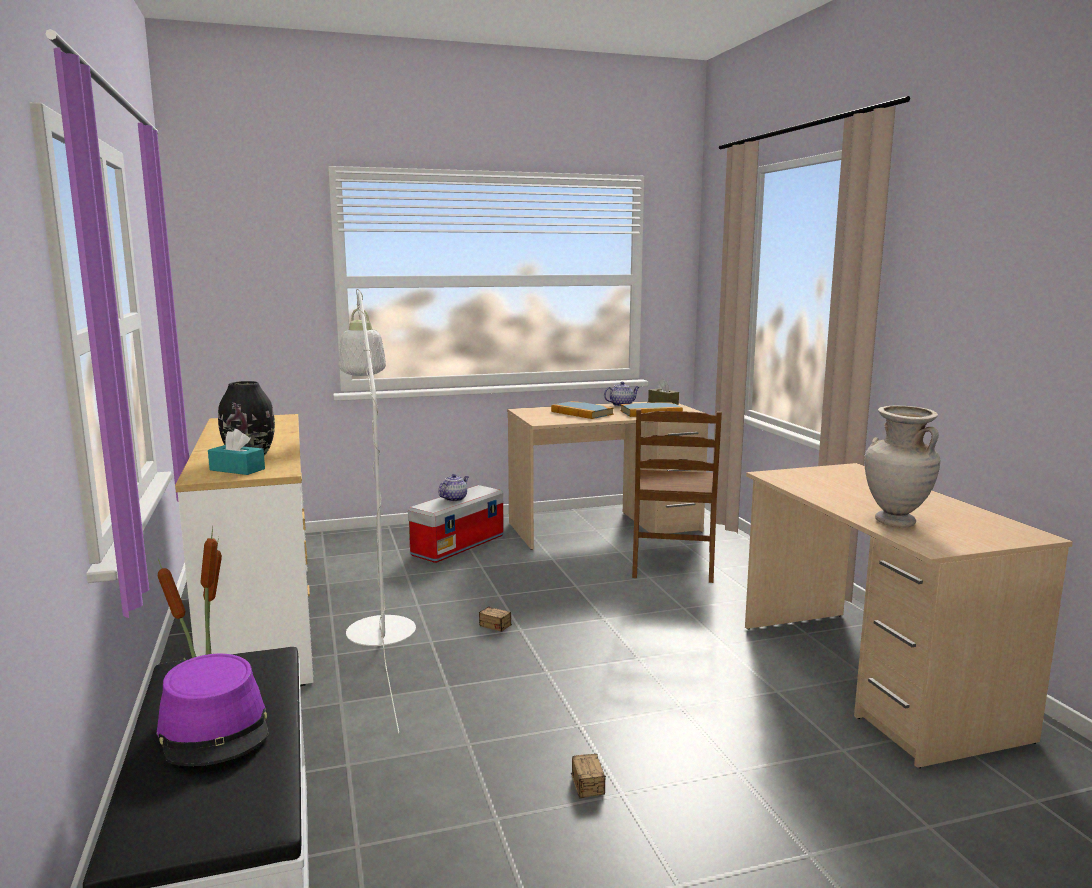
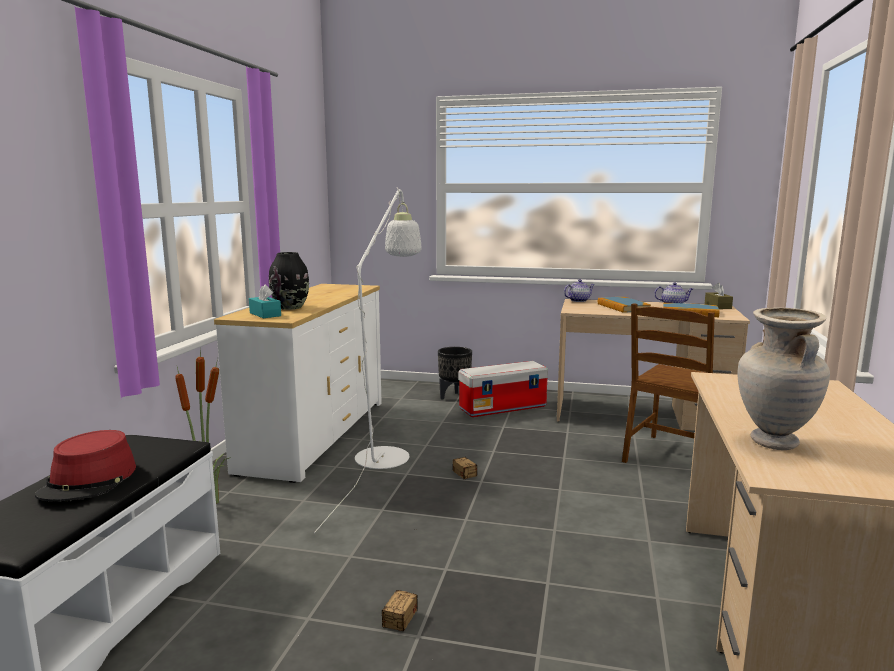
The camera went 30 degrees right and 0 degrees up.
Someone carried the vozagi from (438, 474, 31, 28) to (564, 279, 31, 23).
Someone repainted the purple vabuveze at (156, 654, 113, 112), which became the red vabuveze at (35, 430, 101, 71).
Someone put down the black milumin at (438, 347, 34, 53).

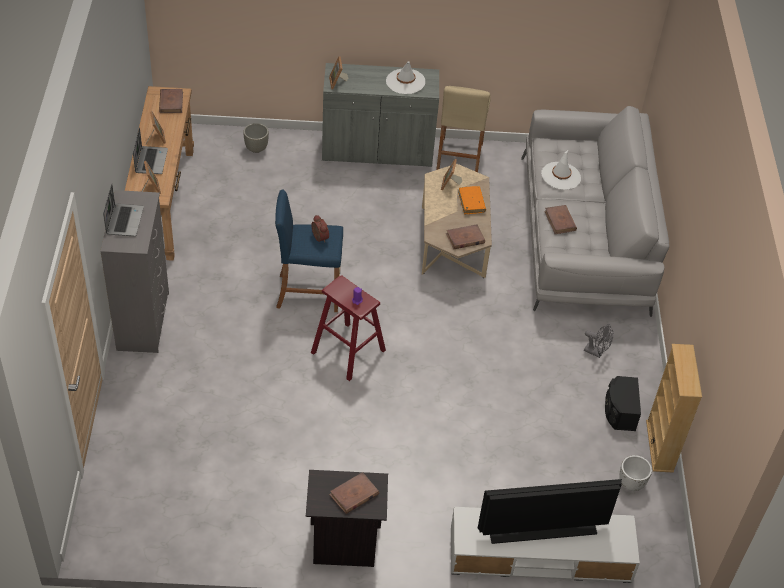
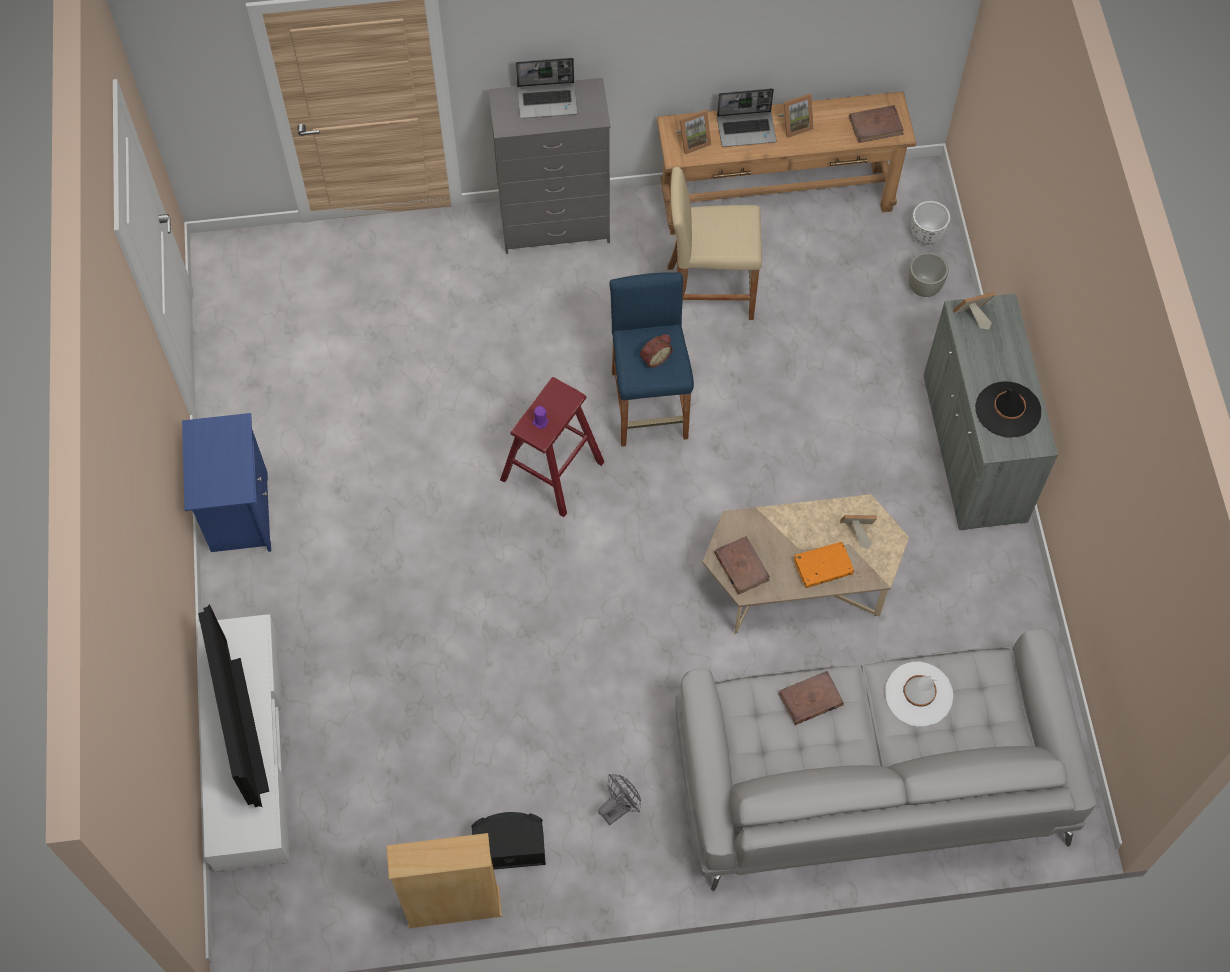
The camera went 85 degrees right and 15 degrees up.
Someone repainted the white vabuveze at (386, 61, 39, 33), which became the black vabuveze at (975, 381, 66, 56).
Someone carried the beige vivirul from (436, 86, 55, 86) to (668, 166, 94, 154).
Someone rotated the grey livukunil at (584, 324, 29, 34) by 150 degrees counterclockwise.
Someone carried the white milumin from (619, 455, 33, 36) to (911, 201, 40, 44).
Someone repainted the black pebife at (306, 470, 82, 97), which became the blue pebife at (182, 413, 89, 139).
Someone took away the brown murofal at (329, 472, 50, 42).

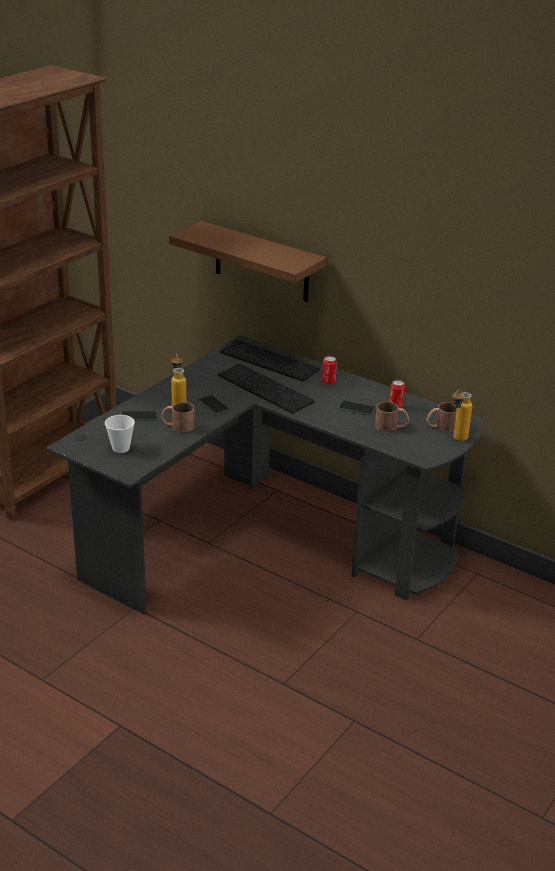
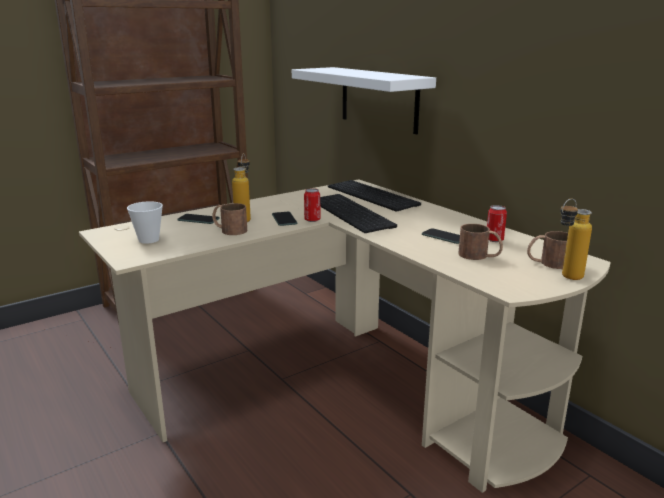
The camera went 20 degrees right and 10 degrees down.
Someone repainted the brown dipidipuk at (169, 221, 158, 81), which became the white dipidipuk at (292, 67, 144, 67).
Someone repainted the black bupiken at (46, 335, 437, 279), which became the beige bupiken at (79, 179, 532, 314).
Someone carried the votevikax from (322, 356, 15, 28) to (304, 188, 16, 34).

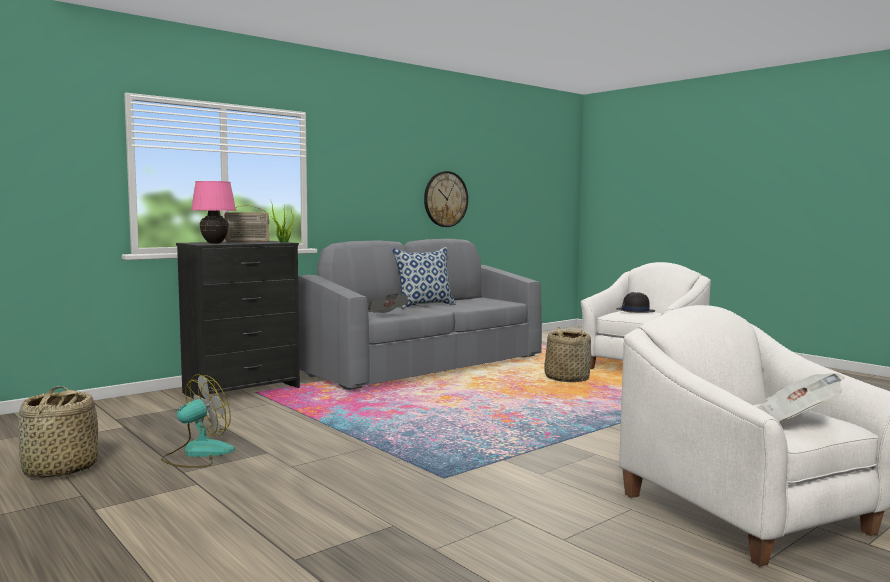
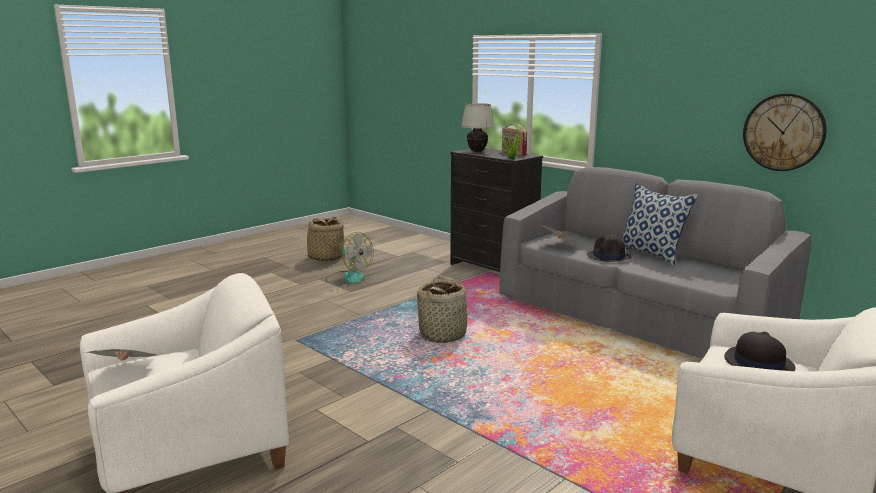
The camera went 85 degrees right and 10 degrees up.
Someone repainted the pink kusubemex at (191, 181, 45, 62), which became the white kusubemex at (461, 103, 33, 49).
Someone carried the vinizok from (544, 327, 47, 55) to (417, 276, 54, 67).
Someone put down the black vabuveze at (587, 235, 44, 27).

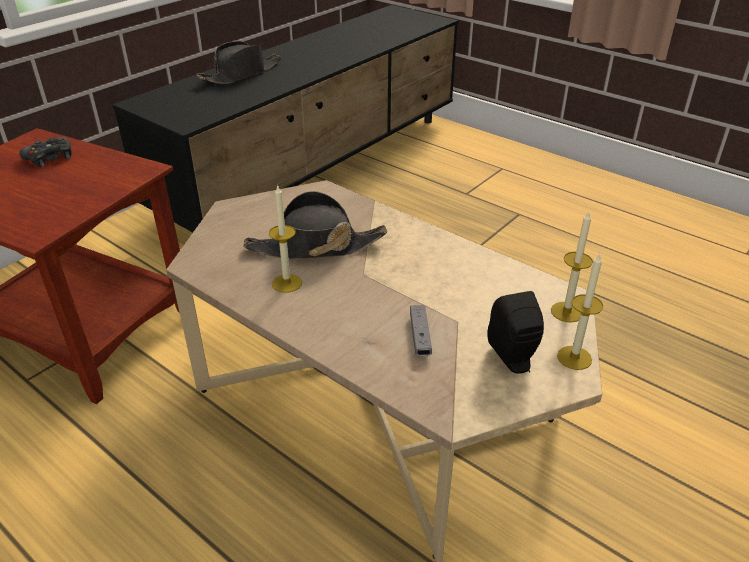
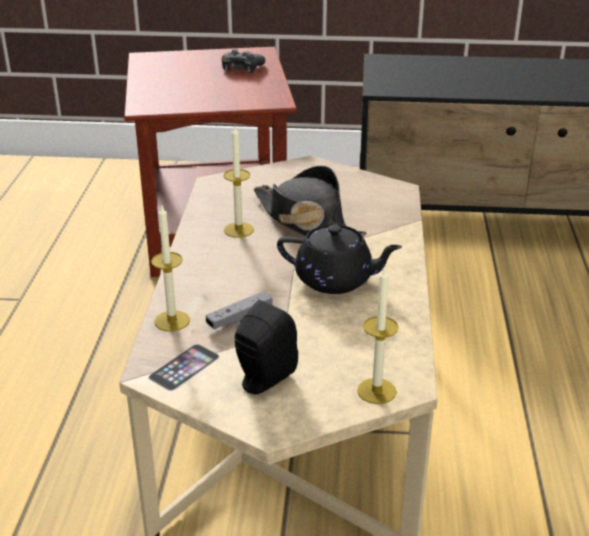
The camera went 55 degrees right and 5 degrees down.
Someone took away the black vabuveze at (197, 41, 84, 43).
Someone carried the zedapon from (557, 253, 46, 117) to (151, 206, 39, 126).
Someone put down the black vozagi at (277, 225, 125, 69).
Someone put down the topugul at (149, 344, 70, 47).

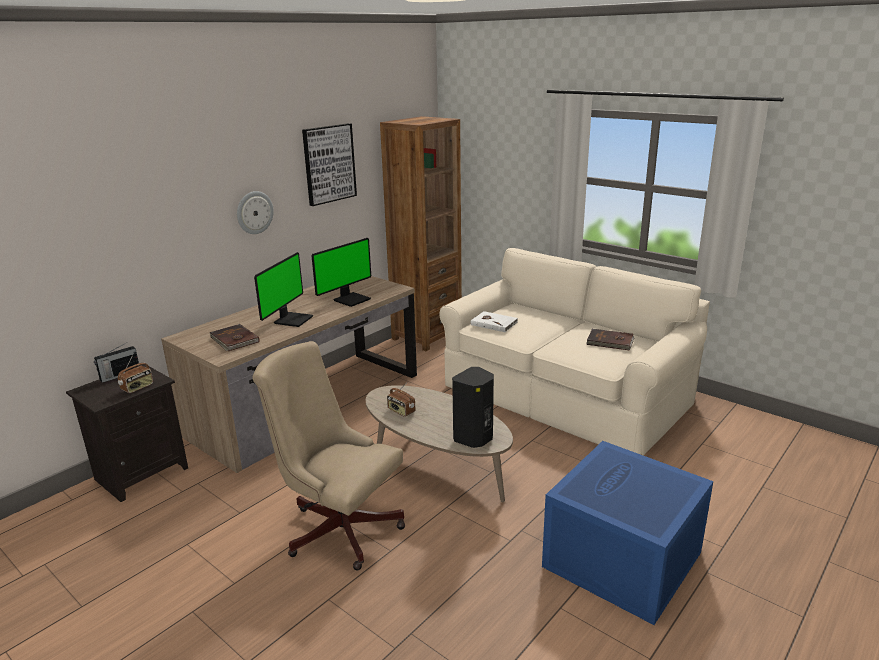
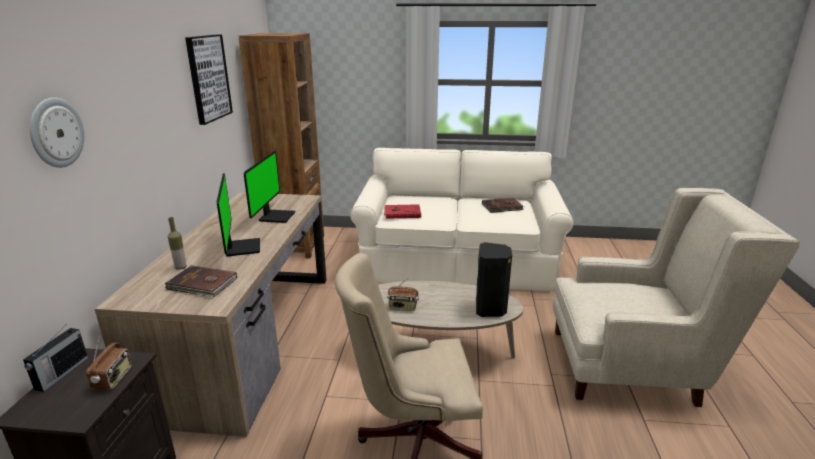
The camera went 35 degrees left and 0 degrees up.
Someone carried the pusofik from (237, 191, 37, 43) to (30, 97, 54, 71).
Someone repainted the white murofal at (471, 311, 47, 21), which became the red murofal at (384, 204, 37, 15).
Someone swapped the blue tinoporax at (542, 441, 171, 184) for the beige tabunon at (553, 188, 247, 219).
Someone put down the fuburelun at (168, 217, 19, 53).

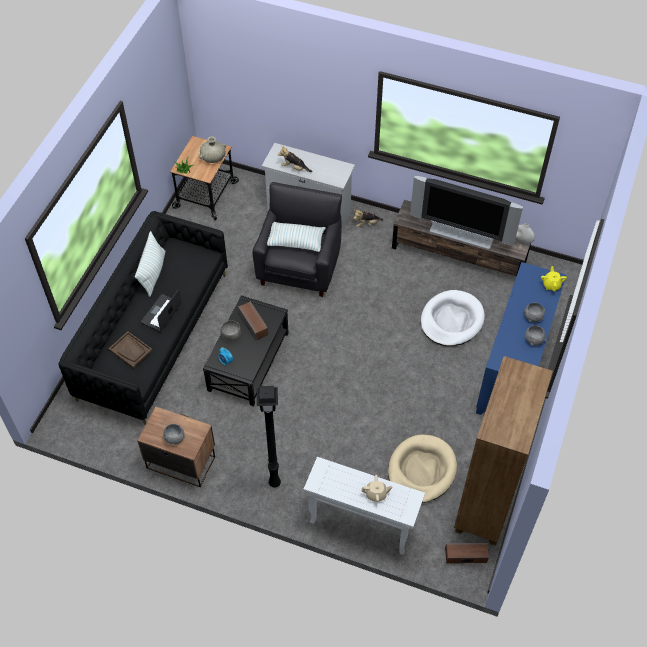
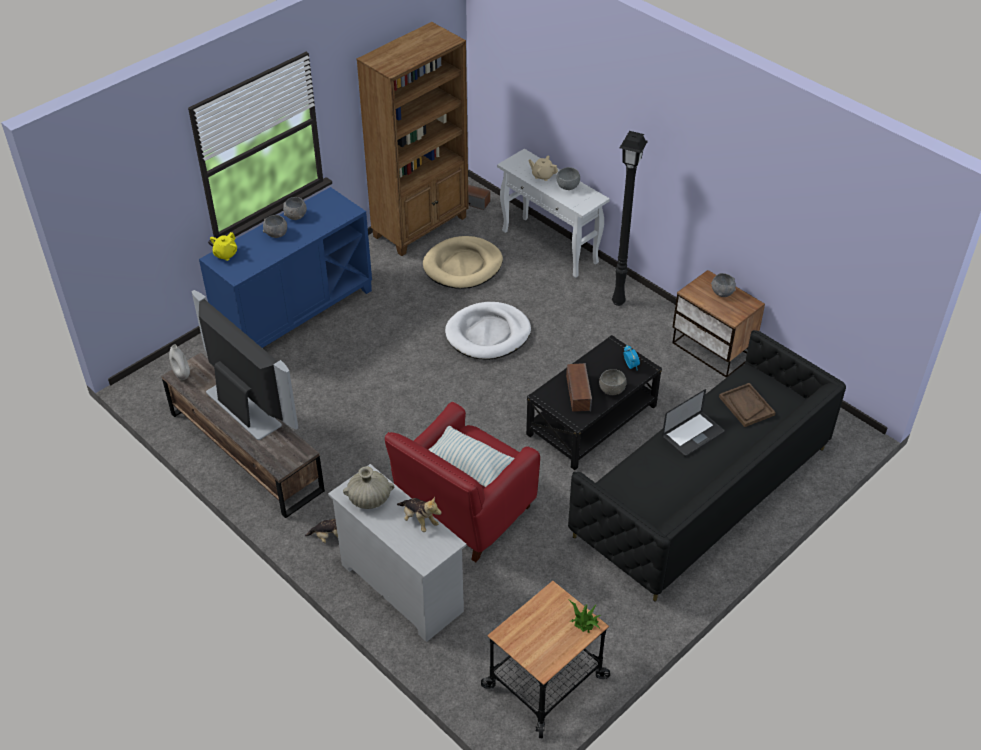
The camera went 155 degrees left and 10 degrees down.
Someone carried the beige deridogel from (199, 136, 27, 27) to (343, 466, 51, 43).
Someone repainted the black tabunon at (252, 182, 90, 115), which became the red tabunon at (385, 402, 155, 160).
Someone took away the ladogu at (135, 231, 30, 66).
Someone carried the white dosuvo from (421, 290, 64, 56) to (445, 302, 86, 58).
Someone put down the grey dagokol at (557, 167, 23, 23).

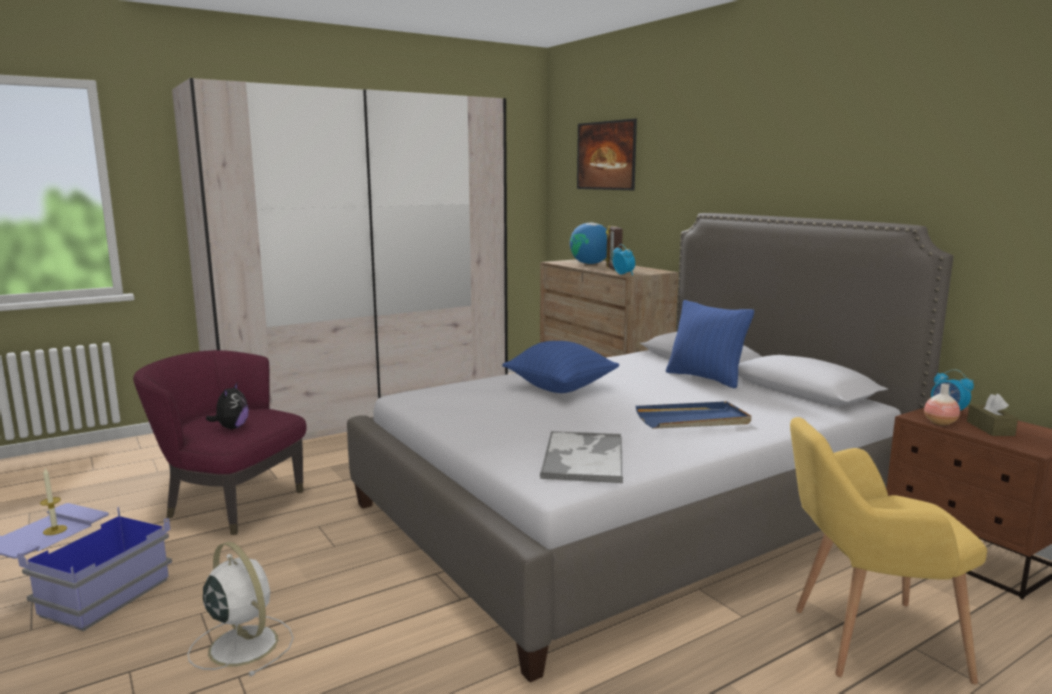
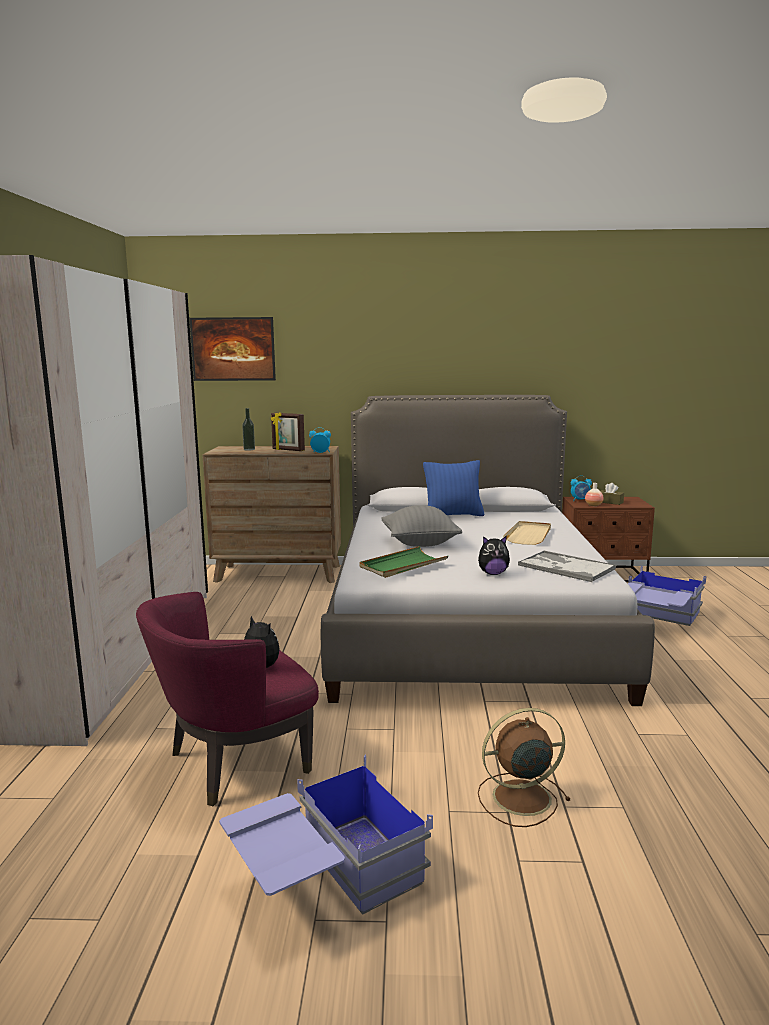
The camera went 55 degrees left and 0 degrees up.
Someone swapped the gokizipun at (570, 223, 37, 41) for the fuburelun at (242, 408, 13, 43).
Someone repainted the blue ladogu at (502, 341, 118, 52), which became the grey ladogu at (381, 505, 81, 42).
Someone repainted the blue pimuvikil at (636, 401, 115, 28), which became the beige pimuvikil at (503, 521, 48, 24).
Someone swapped the yellow tabunon at (790, 417, 197, 267) for the blue tinoporax at (628, 565, 78, 61).
Someone took away the zedapon at (40, 469, 27, 66).
Someone repainted the white livukunil at (188, 542, 106, 134), which became the brown livukunil at (478, 708, 93, 119).
Someone put down the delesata at (478, 536, 32, 39).
Someone put down the green pimuvikil at (360, 546, 88, 32).

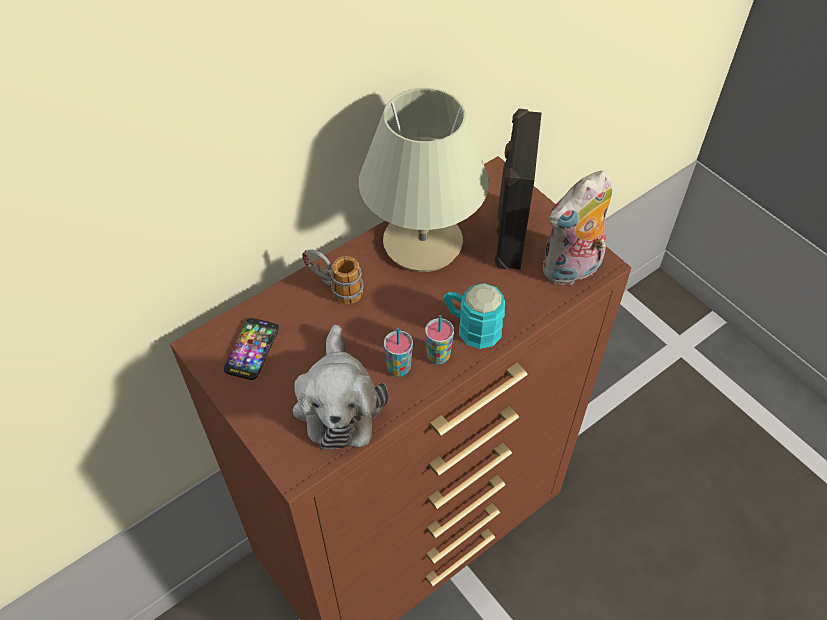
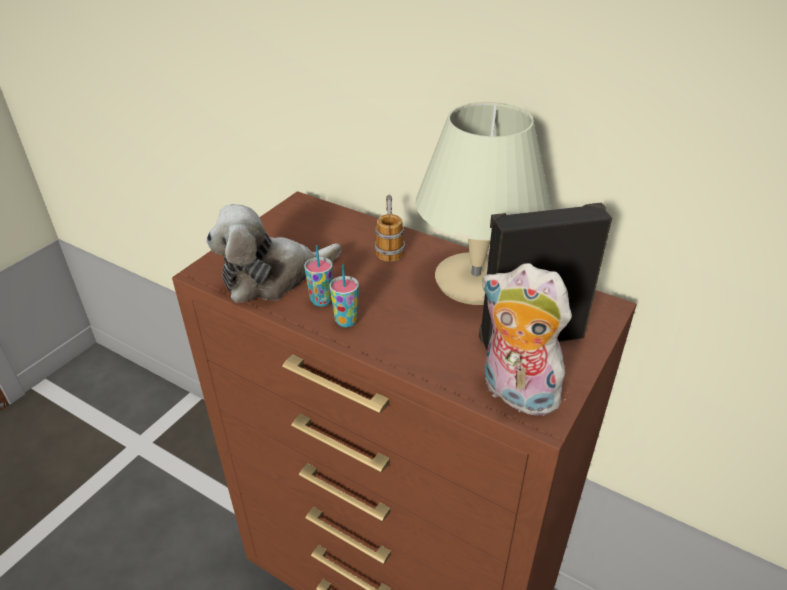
The camera went 70 degrees right and 15 degrees down.
Someone took away the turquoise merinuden at (443, 283, 62, 66).
Someone took away the topugul at (224, 318, 55, 62).

